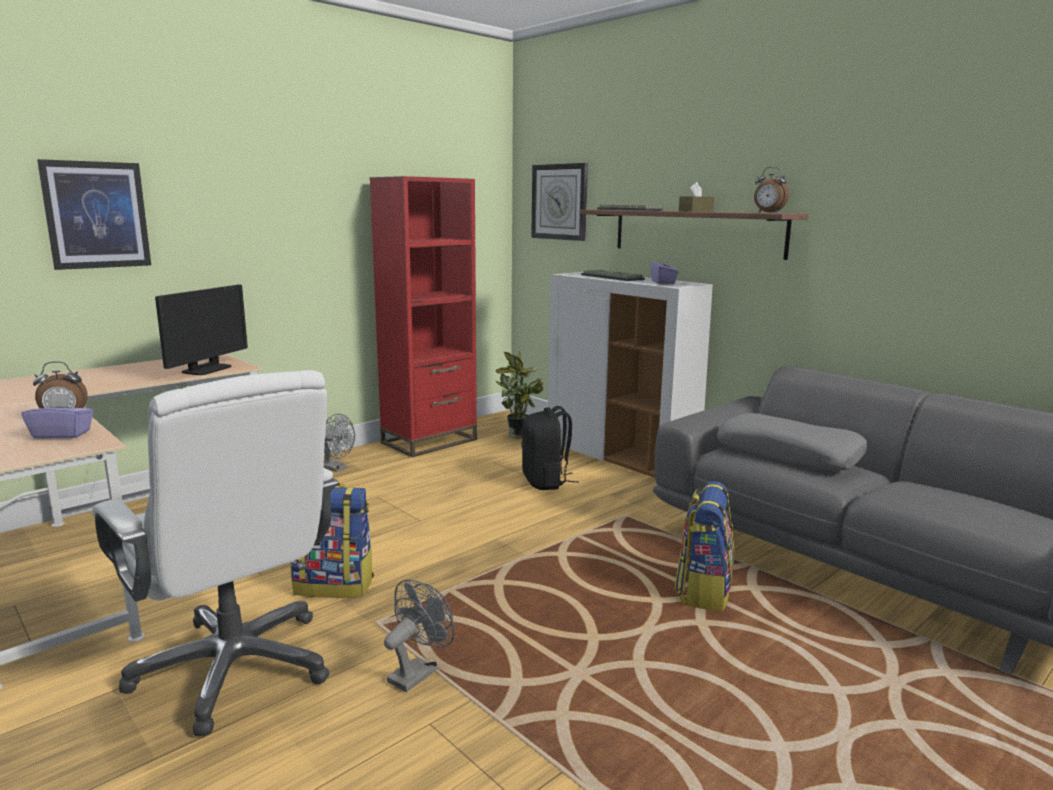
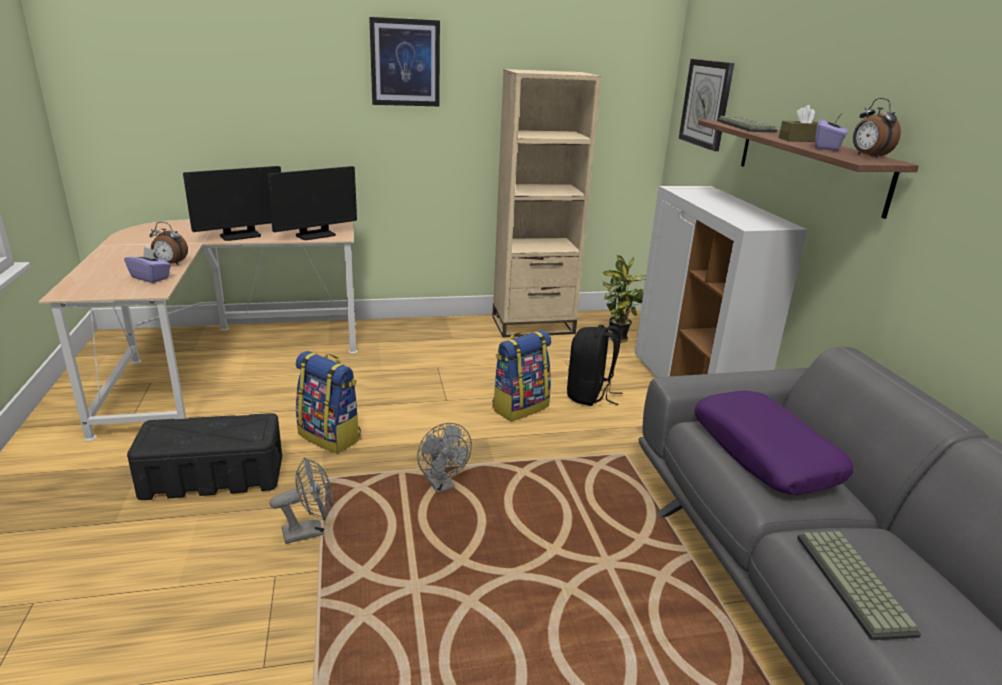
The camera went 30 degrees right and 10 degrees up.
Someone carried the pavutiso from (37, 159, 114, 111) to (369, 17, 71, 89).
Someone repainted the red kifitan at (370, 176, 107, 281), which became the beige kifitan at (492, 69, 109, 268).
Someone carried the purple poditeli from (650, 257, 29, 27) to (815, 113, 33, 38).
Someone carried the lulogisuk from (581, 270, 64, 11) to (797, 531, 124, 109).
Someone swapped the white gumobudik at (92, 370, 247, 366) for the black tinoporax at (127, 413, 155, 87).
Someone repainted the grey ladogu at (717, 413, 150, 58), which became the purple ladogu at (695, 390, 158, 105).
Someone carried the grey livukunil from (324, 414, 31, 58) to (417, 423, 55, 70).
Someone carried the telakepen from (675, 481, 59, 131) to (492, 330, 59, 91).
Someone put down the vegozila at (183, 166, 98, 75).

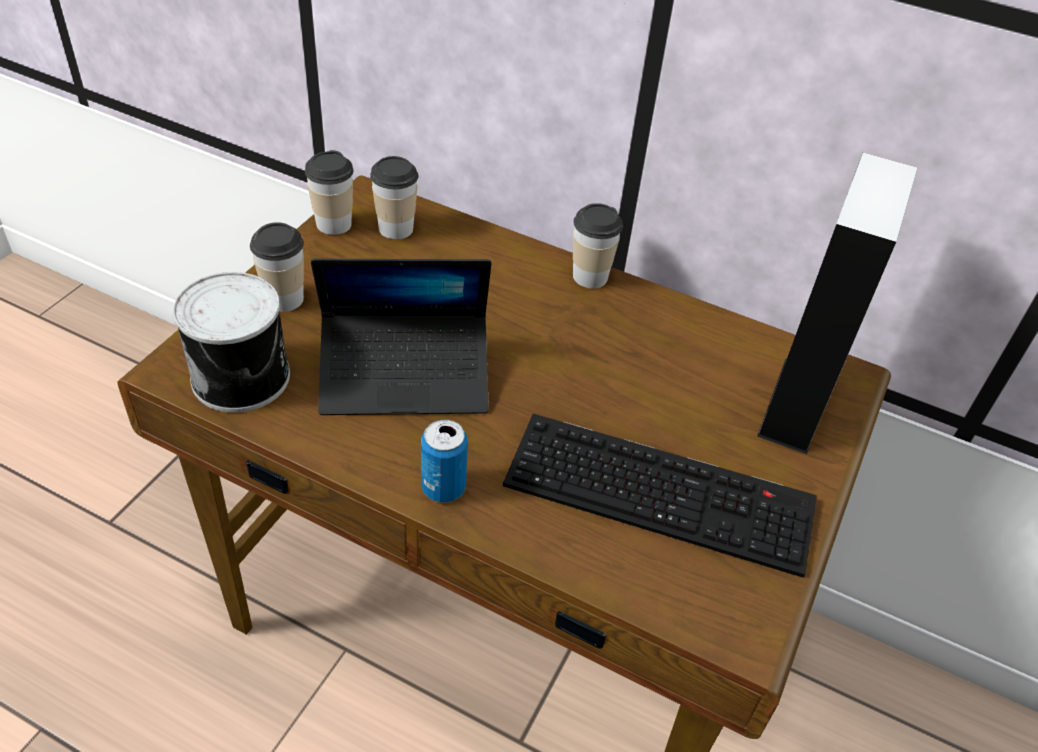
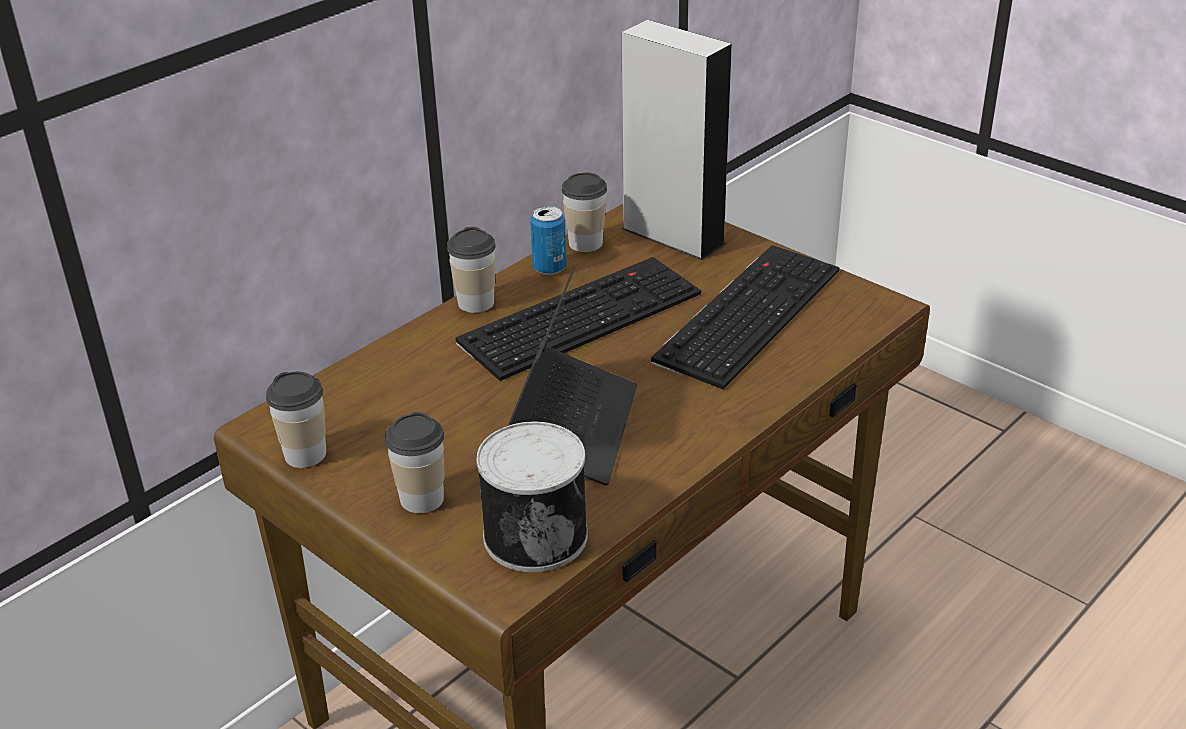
The camera went 70 degrees left and 10 degrees down.
Someone carried the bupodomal from (370, 156, 49, 84) to (562, 172, 45, 80).
Someone carried the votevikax from (421, 420, 47, 83) to (530, 206, 37, 69).
Someone put down the lulogisuk at (455, 257, 246, 124).

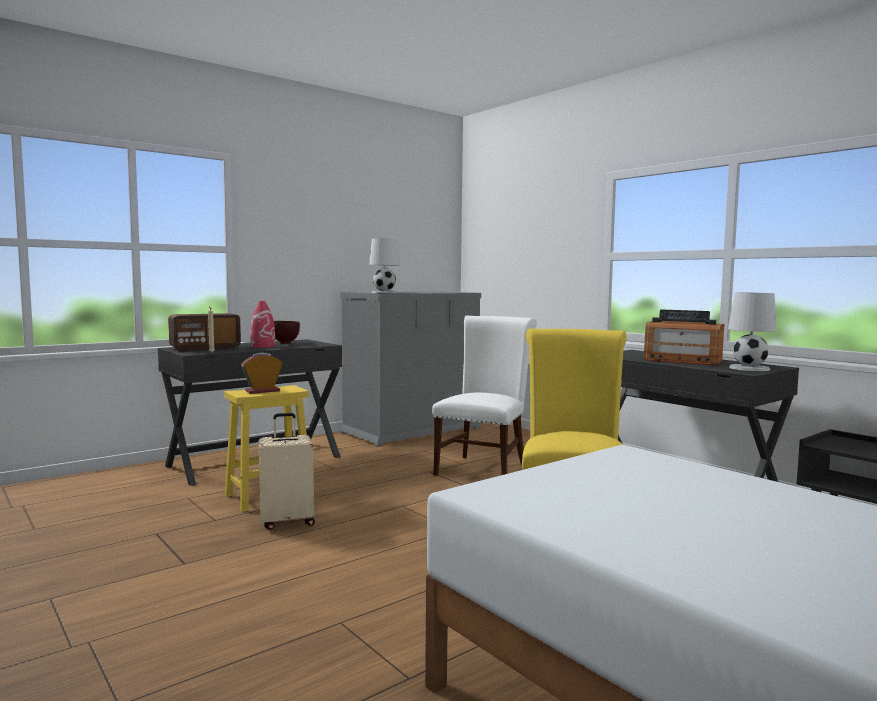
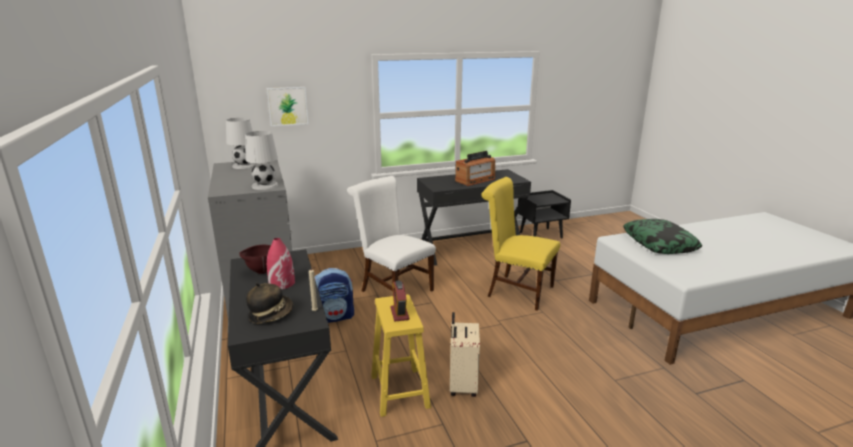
The camera went 70 degrees left and 15 degrees up.
Someone carried the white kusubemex from (728, 293, 49, 78) to (226, 118, 30, 51).
Someone swapped the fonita at (168, 313, 73, 38) for the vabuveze at (246, 283, 47, 41).
Someone put up the pavutiso at (267, 87, 42, 39).
Someone put down the ladogu at (623, 219, 79, 35).
Someone put down the telakepen at (315, 268, 39, 55).

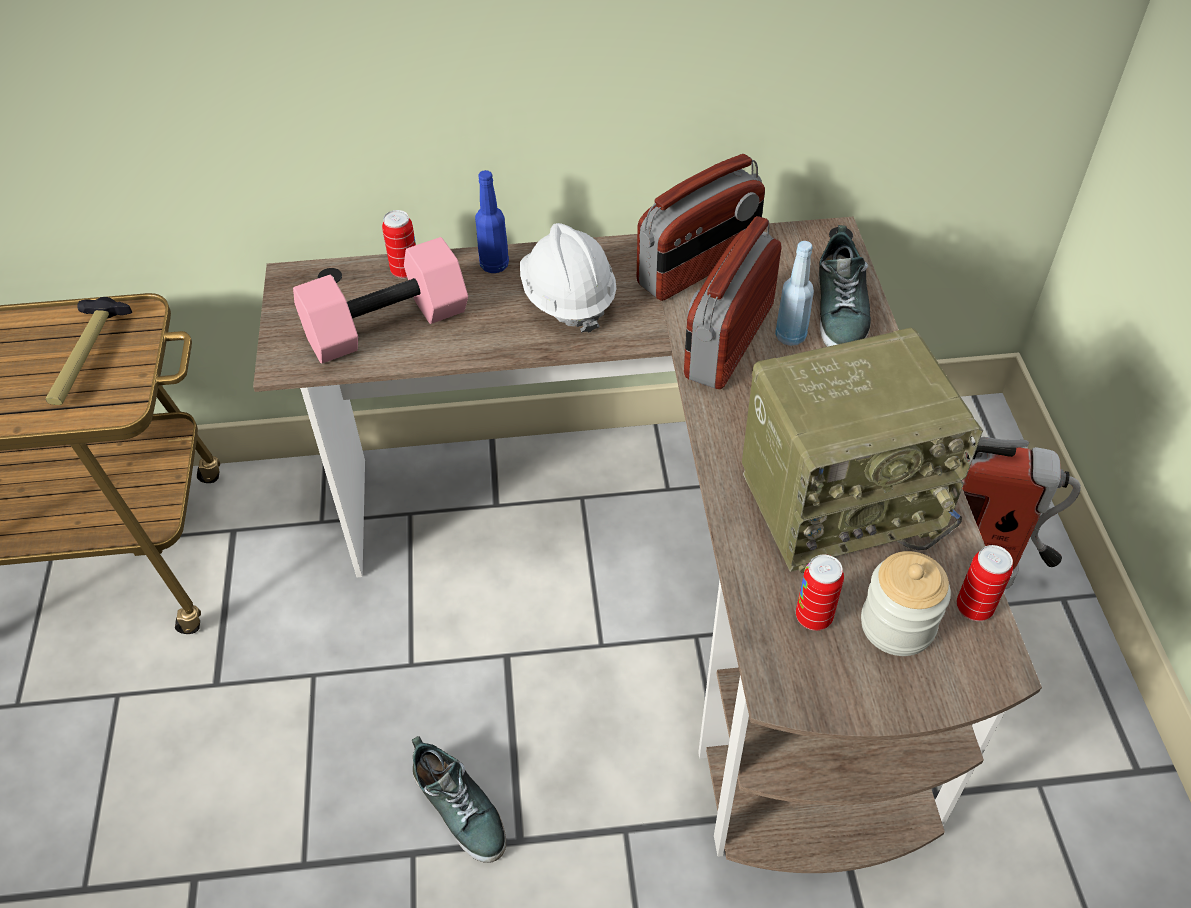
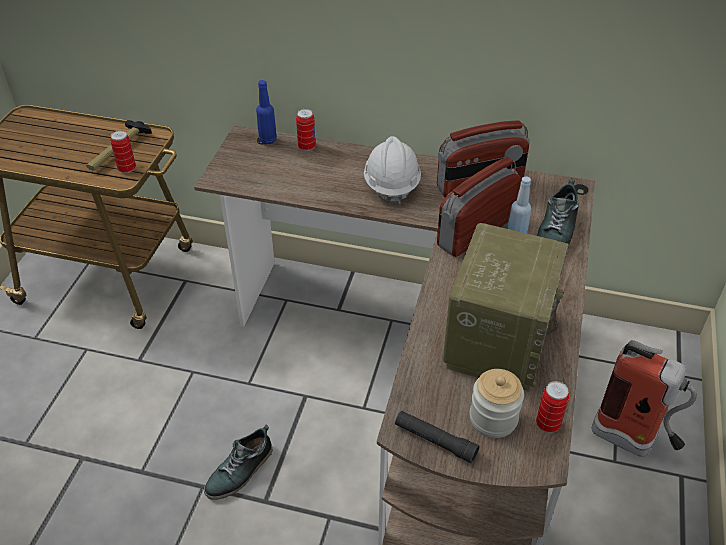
The camera went 20 degrees right and 5 degrees down.
Someone carried the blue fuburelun from (475, 170, 34, 103) to (256, 80, 21, 64).
Someone took away the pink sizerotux at (293, 237, 175, 127).
Someone rotated the fonita at (742, 328, 241, 245) by 75 degrees counterclockwise.
Someone carried the votevikax from (796, 555, 48, 76) to (110, 130, 26, 43).
Someone rotated the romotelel at (412, 736, 94, 127) by 60 degrees clockwise.
Someone put down the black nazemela at (395, 411, 85, 52).

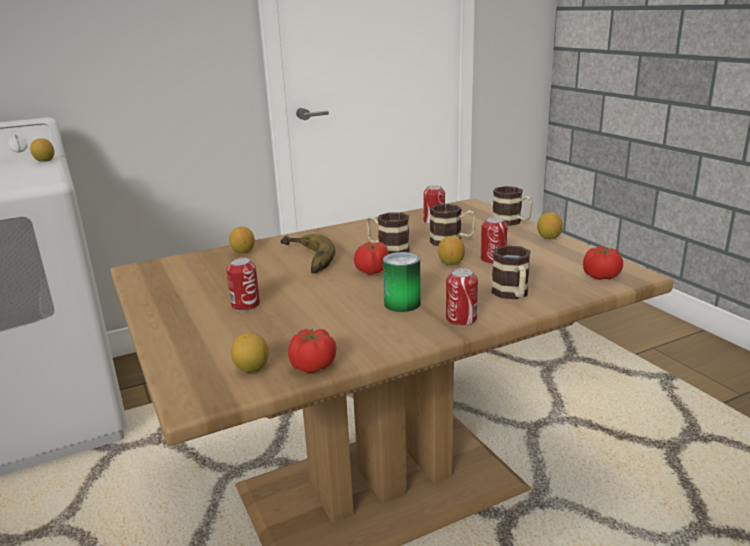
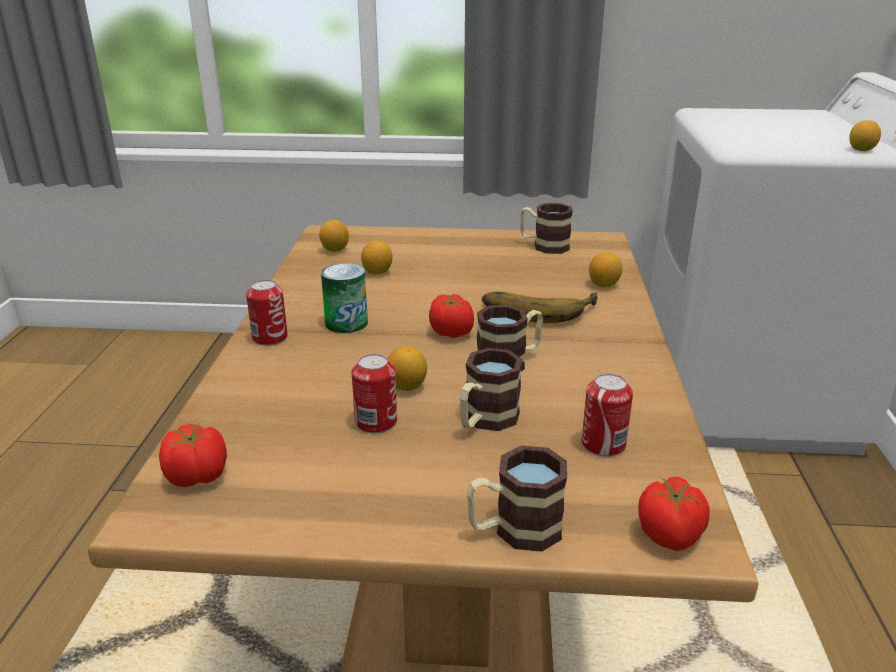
The camera went 120 degrees right and 5 degrees up.
Someone carried the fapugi from (537, 212, 26, 27) to (361, 241, 32, 33).
Someone carried the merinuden from (491, 246, 40, 53) to (520, 203, 53, 51).
Someone took away the votevikax at (226, 257, 34, 54).
Someone carried the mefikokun from (288, 329, 48, 44) to (638, 477, 72, 74).

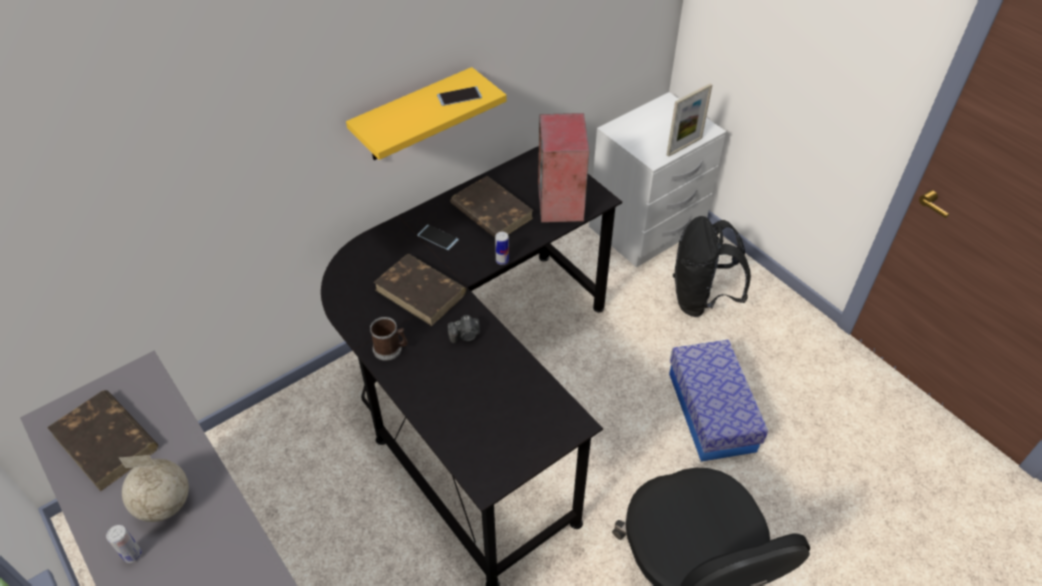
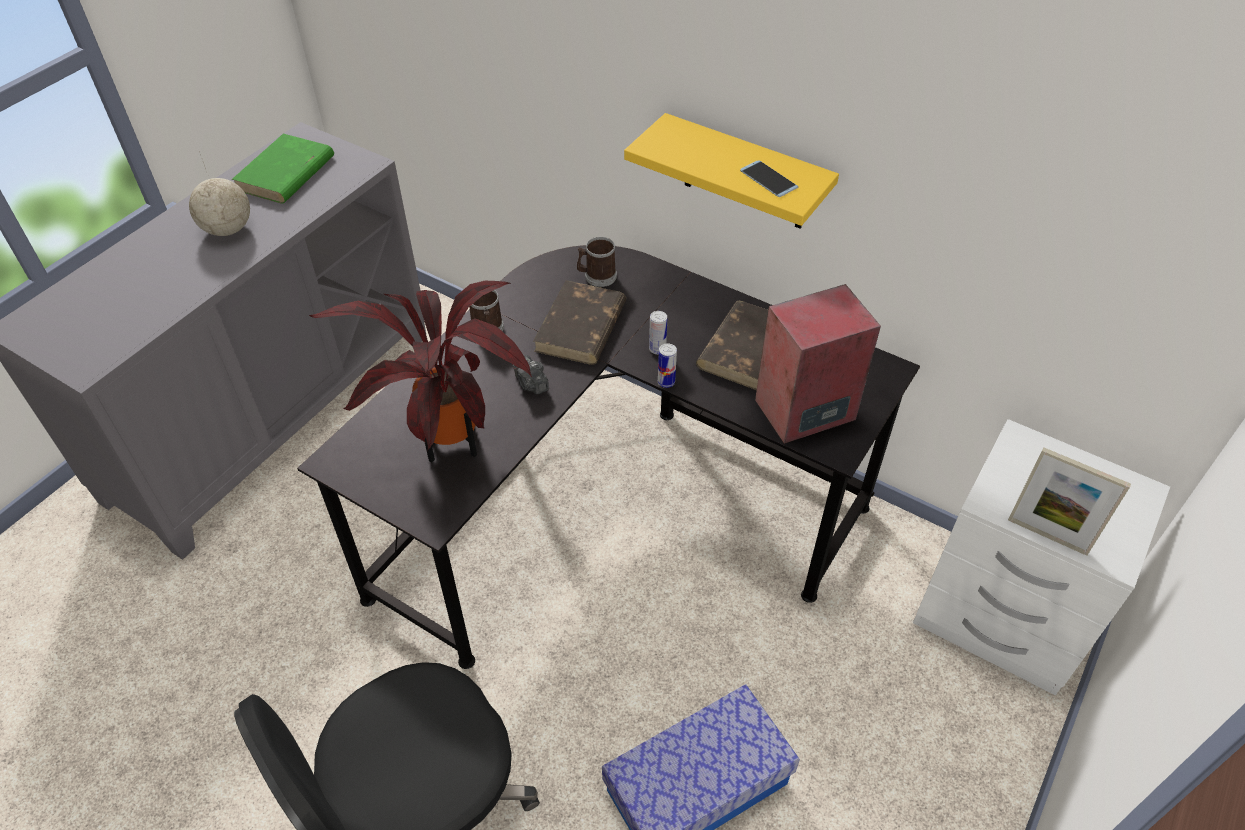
The camera went 70 degrees right and 0 degrees up.
Someone took away the black telakepen at (673, 216, 78, 101).
Someone took away the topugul at (417, 225, 42, 25).
Someone repainted the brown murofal at (47, 390, 111, 101), which became the green murofal at (232, 134, 102, 70).
Someone carried the votevikax from (106, 525, 36, 38) to (649, 311, 18, 43).
Someone put down the merinuden at (577, 237, 40, 50).
Someone put down the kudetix at (309, 281, 223, 182).

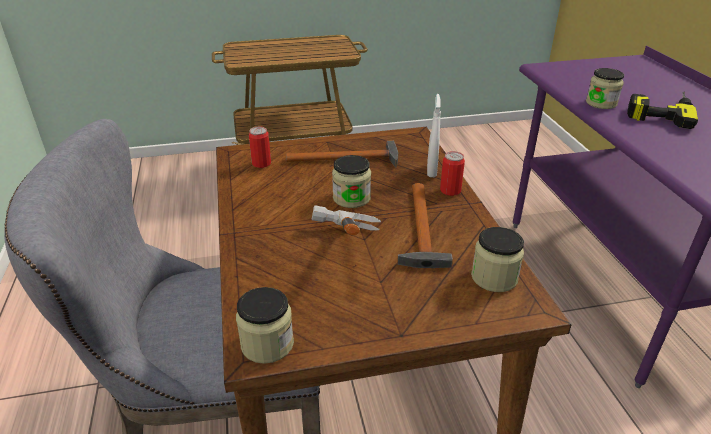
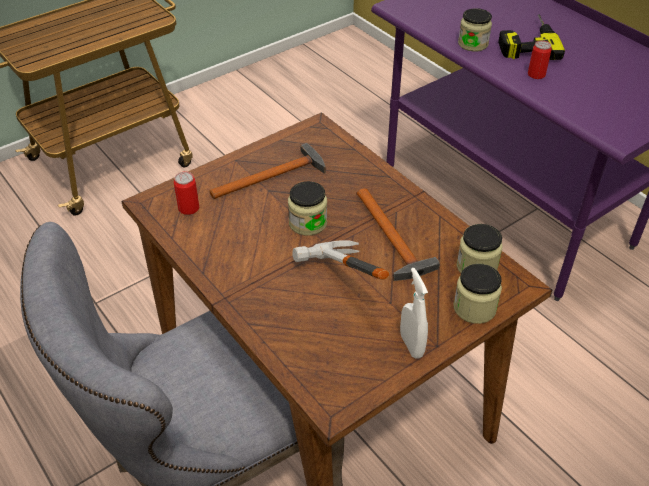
The camera went 25 degrees left and 10 degrees up.
Someone carried the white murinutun from (427, 94, 14, 83) to (400, 268, 28, 91).
Someone carried the votevikax from (440, 151, 25, 45) to (528, 40, 24, 39).
Someone carried the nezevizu from (236, 287, 58, 77) to (453, 264, 49, 60).

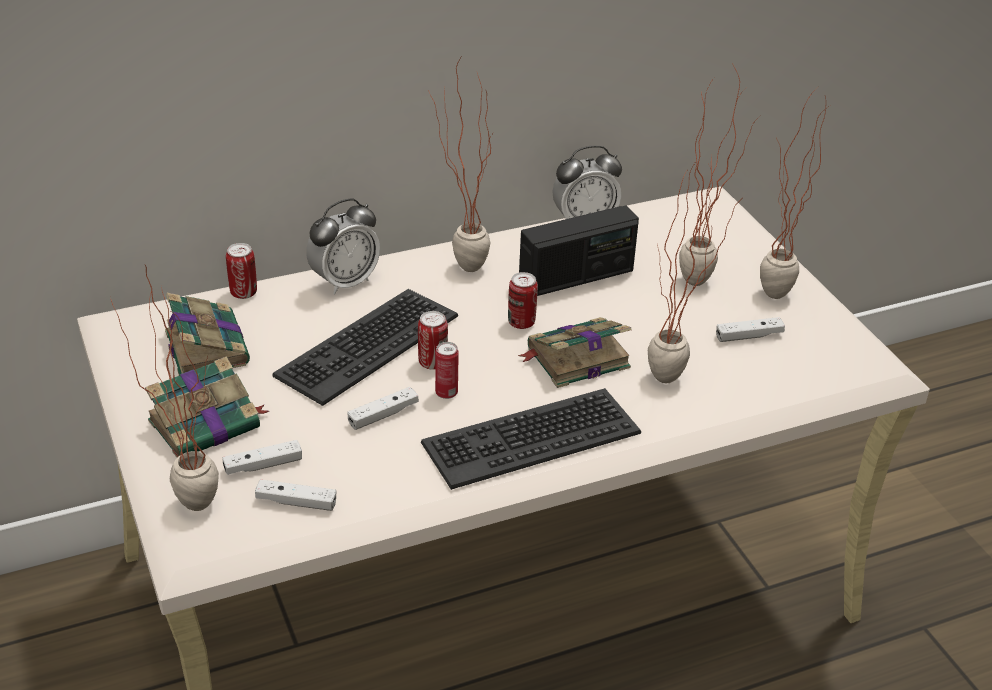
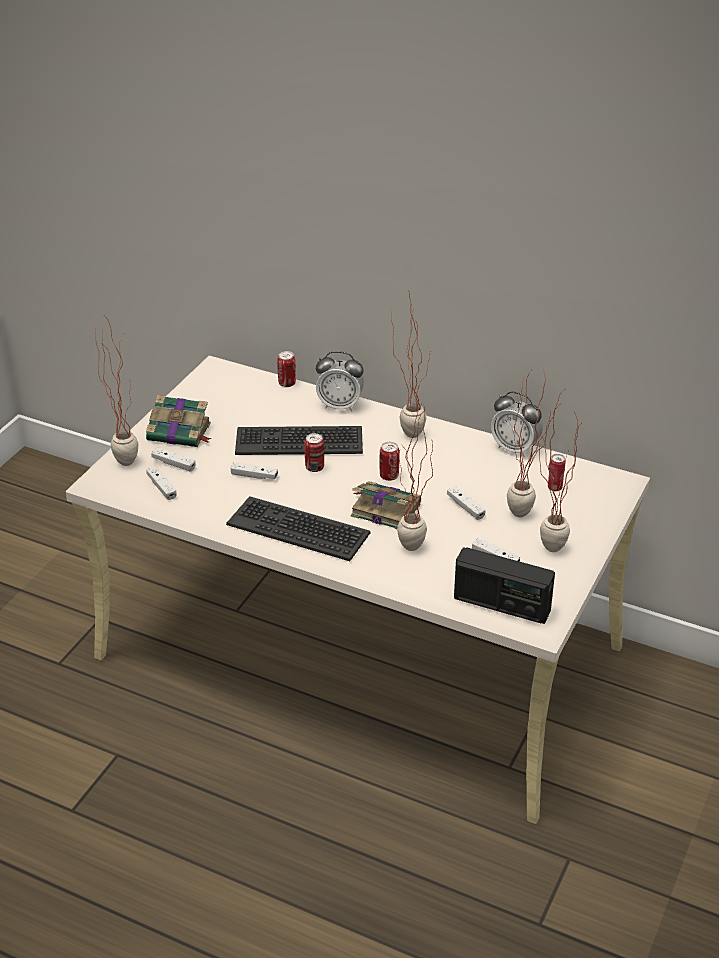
The camera went 50 degrees right and 0 degrees up.
Someone carried the fonita from (519, 205, 120, 91) to (454, 547, 101, 77).
Someone took away the murofal at (165, 293, 85, 82).
Someone carried the votevikax from (435, 342, 24, 57) to (548, 454, 17, 37).
Someone put down the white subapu at (447, 486, 39, 34).

